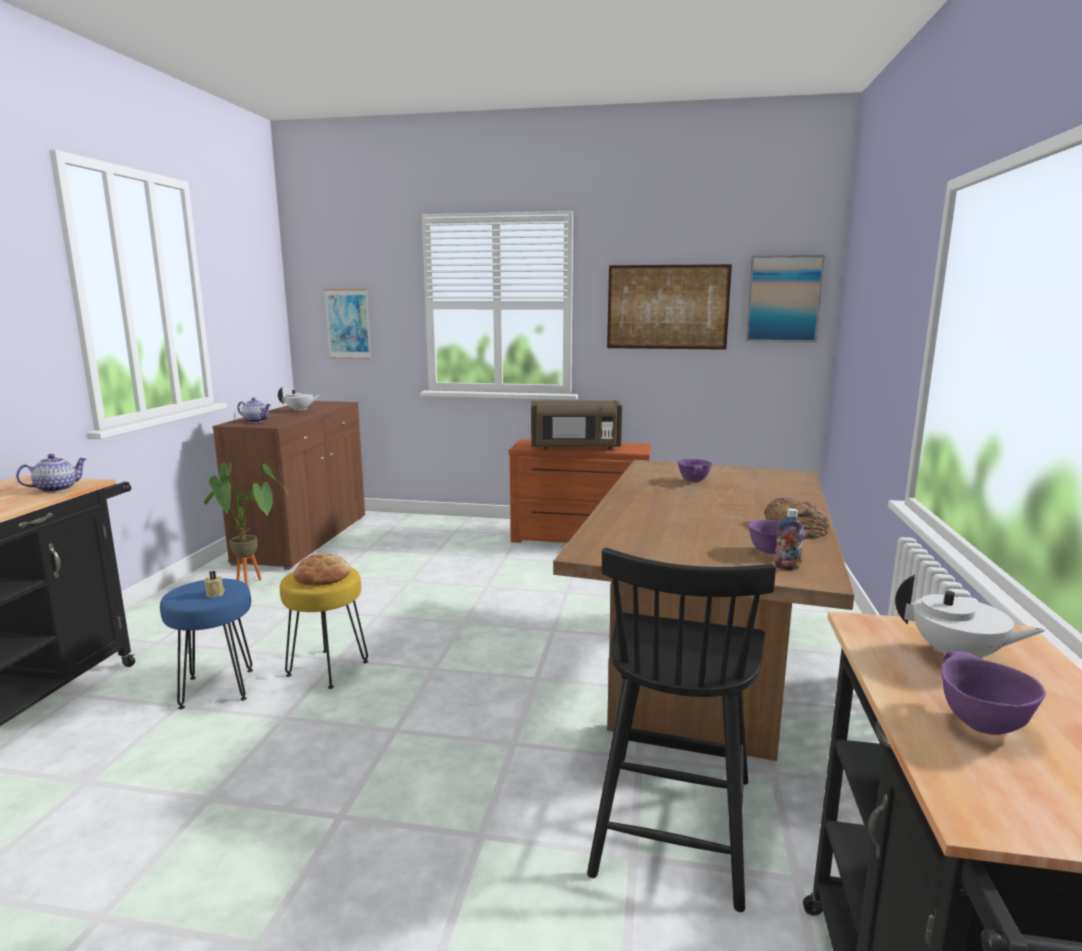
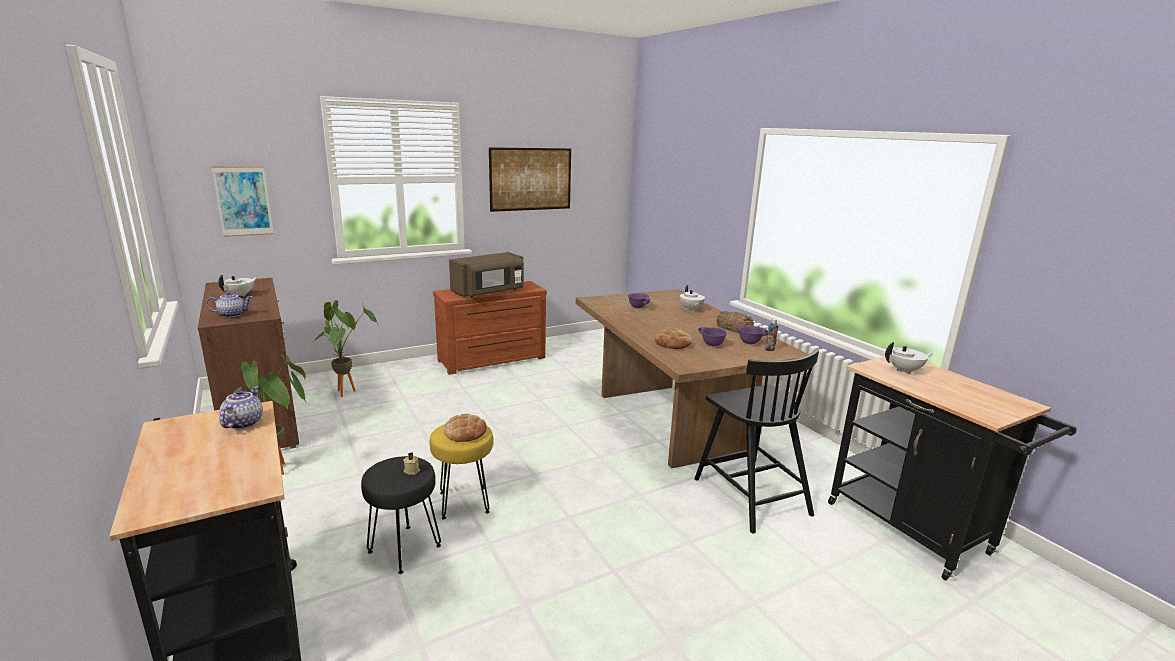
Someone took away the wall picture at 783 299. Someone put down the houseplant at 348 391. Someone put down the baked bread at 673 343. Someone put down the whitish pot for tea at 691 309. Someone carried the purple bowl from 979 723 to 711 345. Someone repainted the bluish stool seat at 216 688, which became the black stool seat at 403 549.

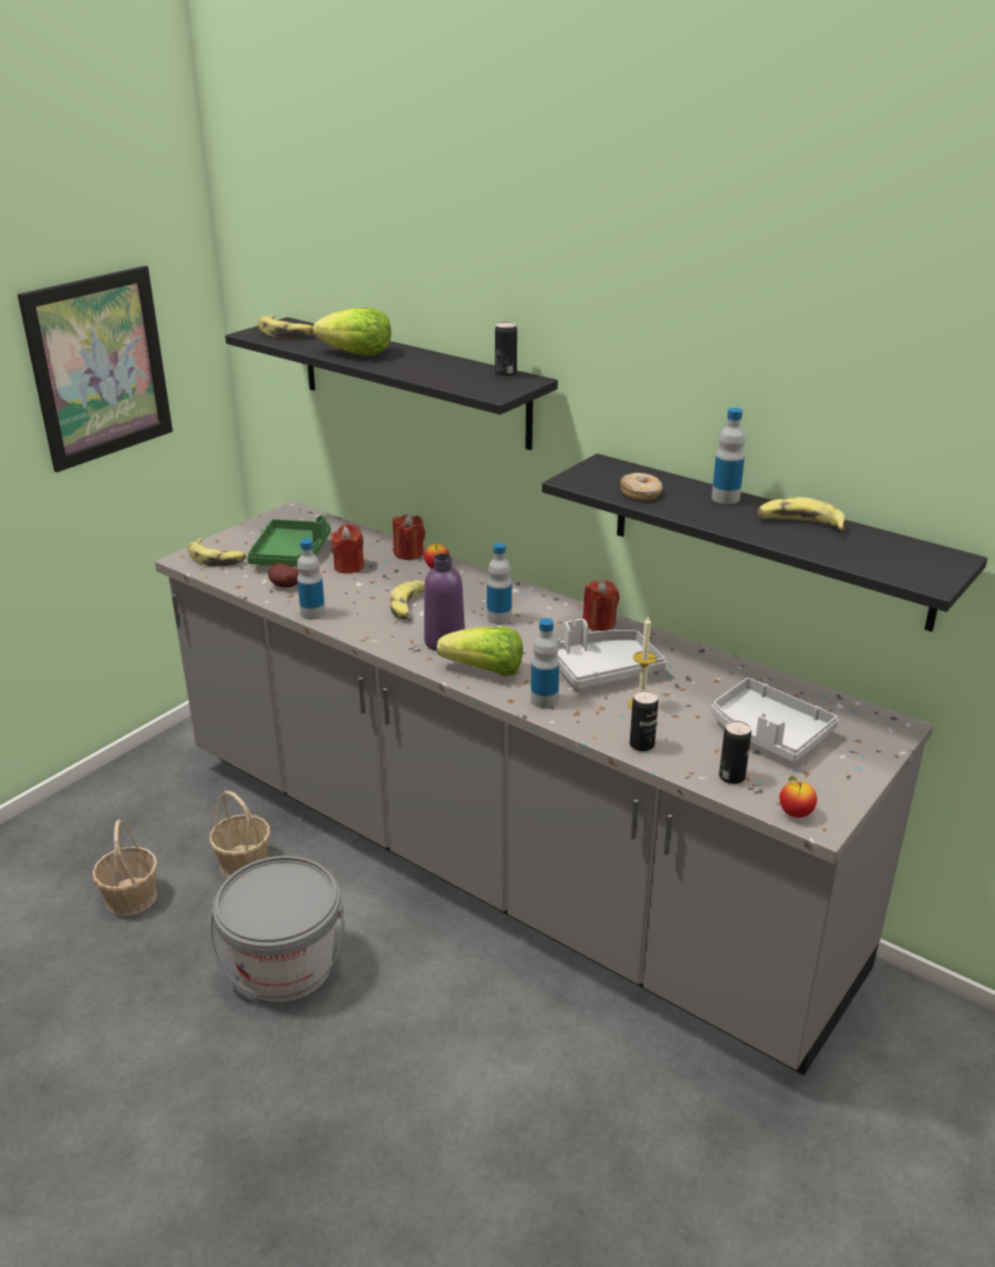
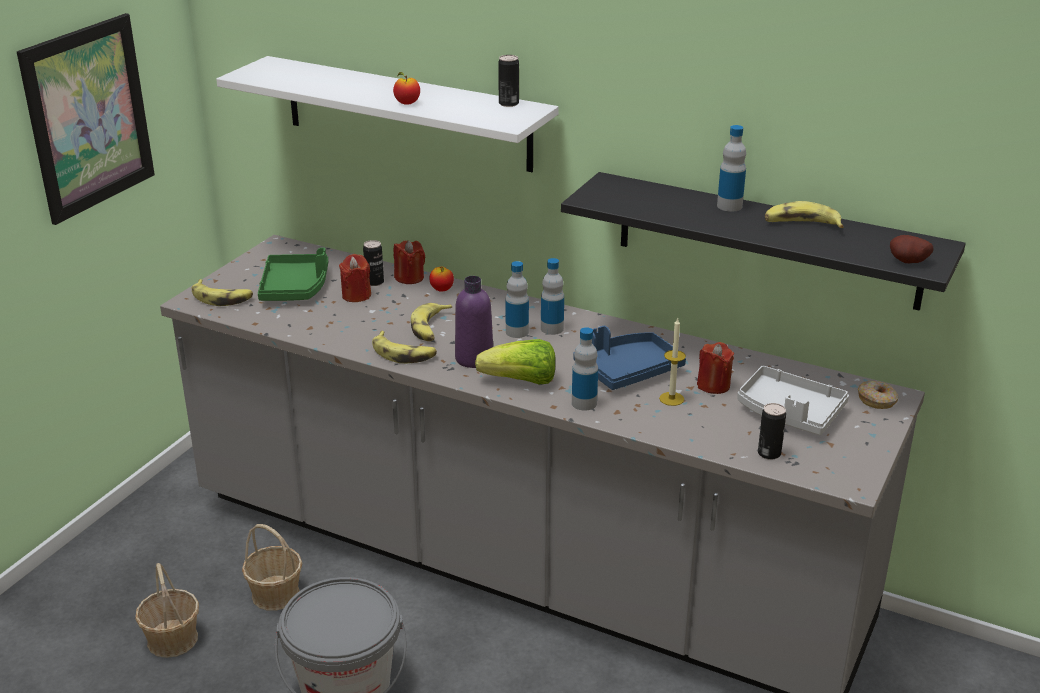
Someone took away the lettuce at 357 354. Someone carried the banana from 286 333 to 404 354. Someone carried the whole potato from 284 587 to 908 262. Someone carried the drink bottle from 313 613 to 552 329. Someone carried the reddish wax candle from 599 623 to 713 385. Someone carried the ring doughnut from 641 493 to 877 400. Someone carried the metal can from 642 745 to 374 282. Someone carried the apple fruit from 795 813 to 407 103. Someone repainted the black shelf at 413 382, which became the whitish shelf at 406 113. Someone repainted the greyish tray at 603 669, which became the bluish tray at 627 370.

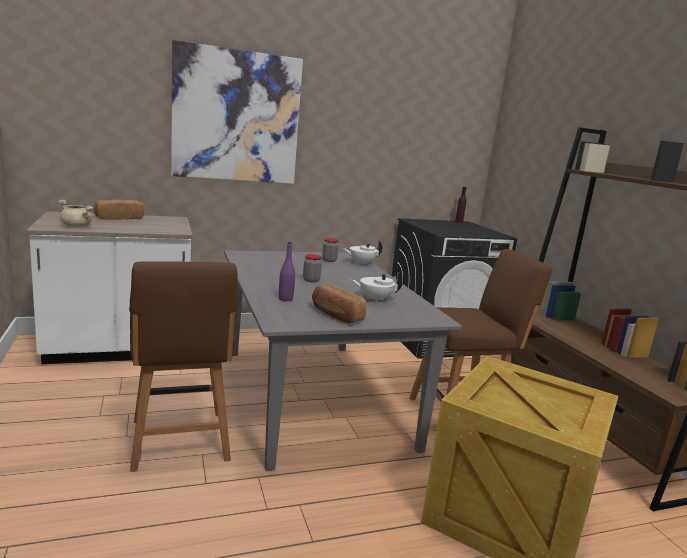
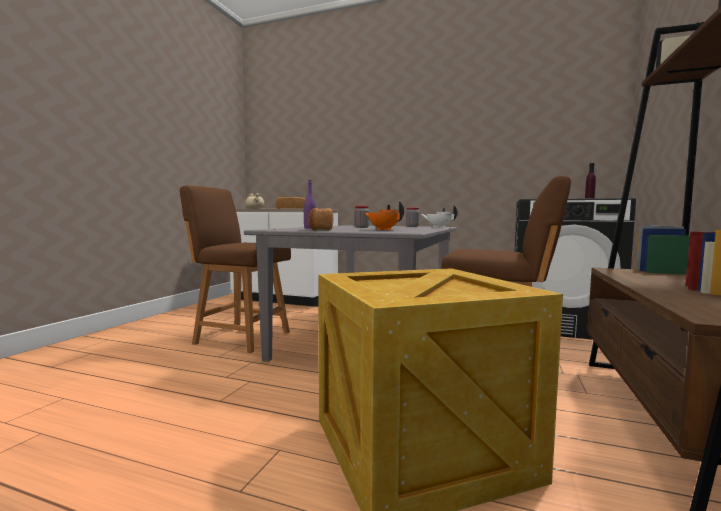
Someone took away the wall picture at 236 117. Someone repainted the whitish pot for tea at 374 299, which became the orange-coloured pot for tea at 384 229. Someone rotated the brownish upright chair at 180 442 by 90 degrees clockwise.

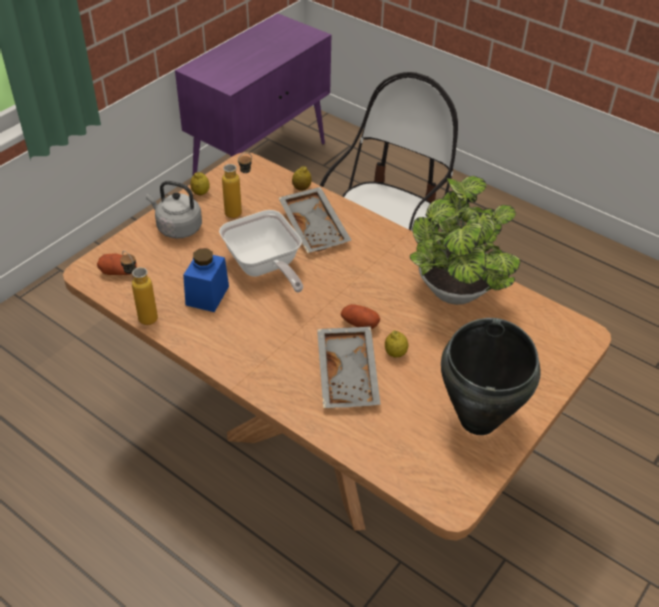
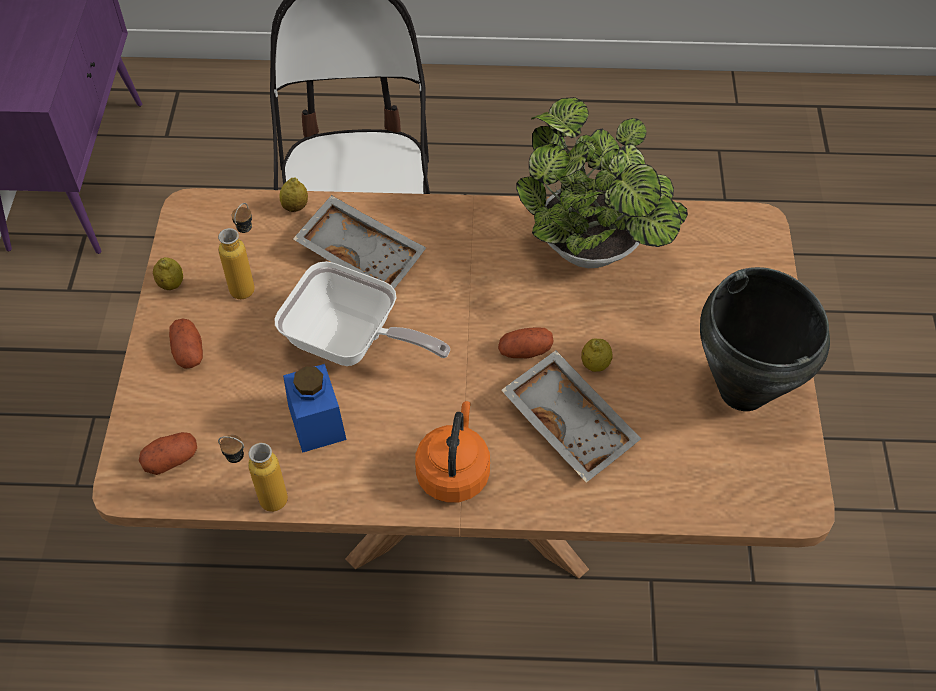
Someone put down the orange-coloured kettle at 454 471. Someone swapped the greyish kettle at 177 228 for the whole potato at 188 352.

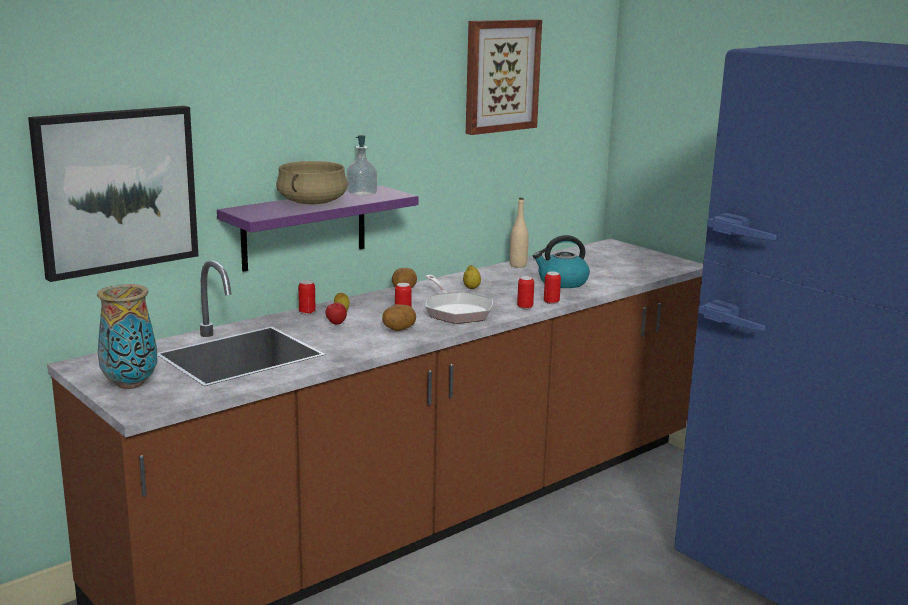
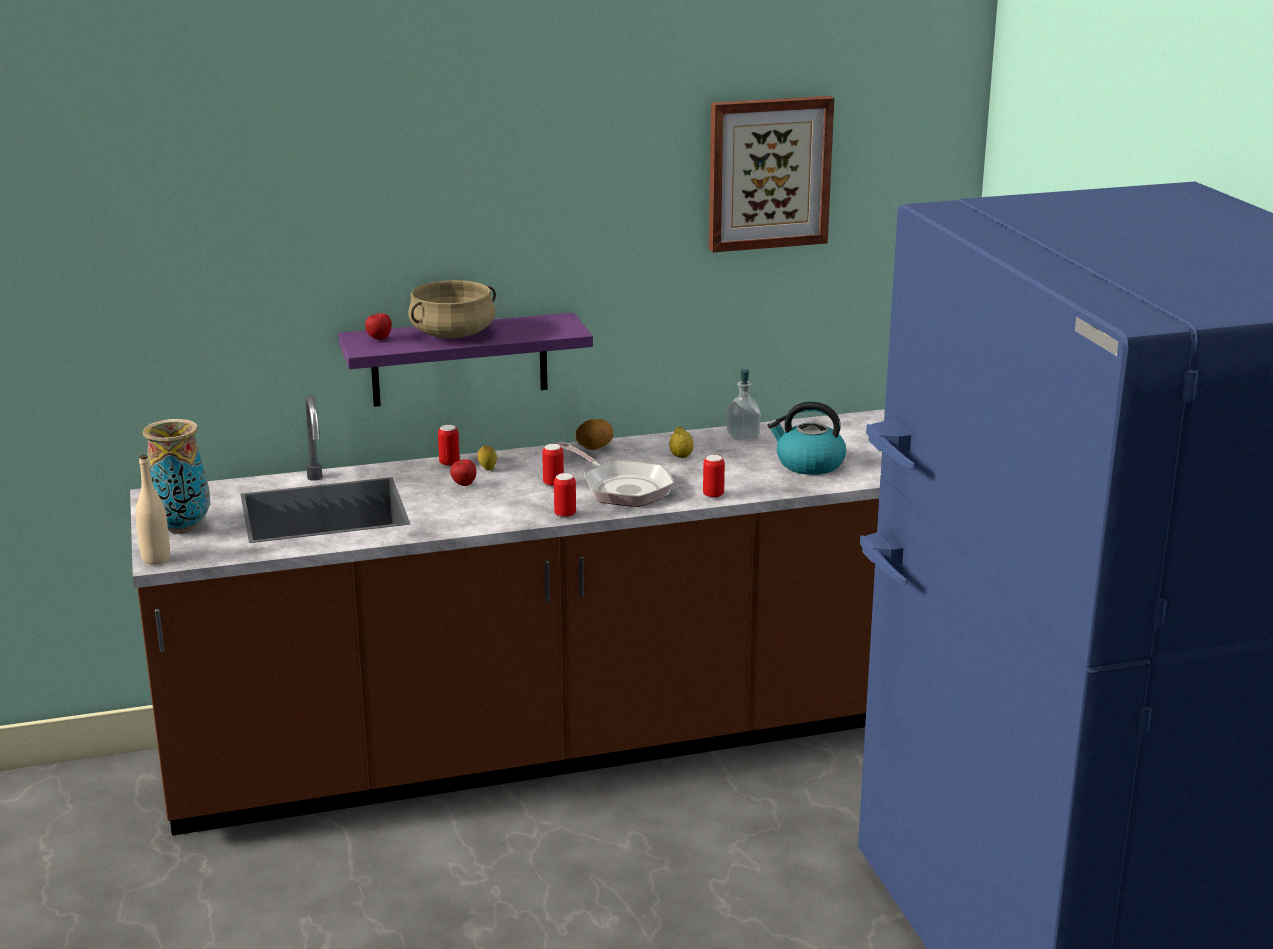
Someone took away the wall picture at 116 190. Someone took away the whole potato at 398 330. Someone put down the apple fruit at 379 339. Someone carried the soap dispenser from 361 193 to 743 436. Someone carried the sand-coloured drink bottle from 518 265 to 156 559. Someone carried the metal can from 551 302 to 565 514. Someone rotated the frying pan at 456 311 by 45 degrees counterclockwise.

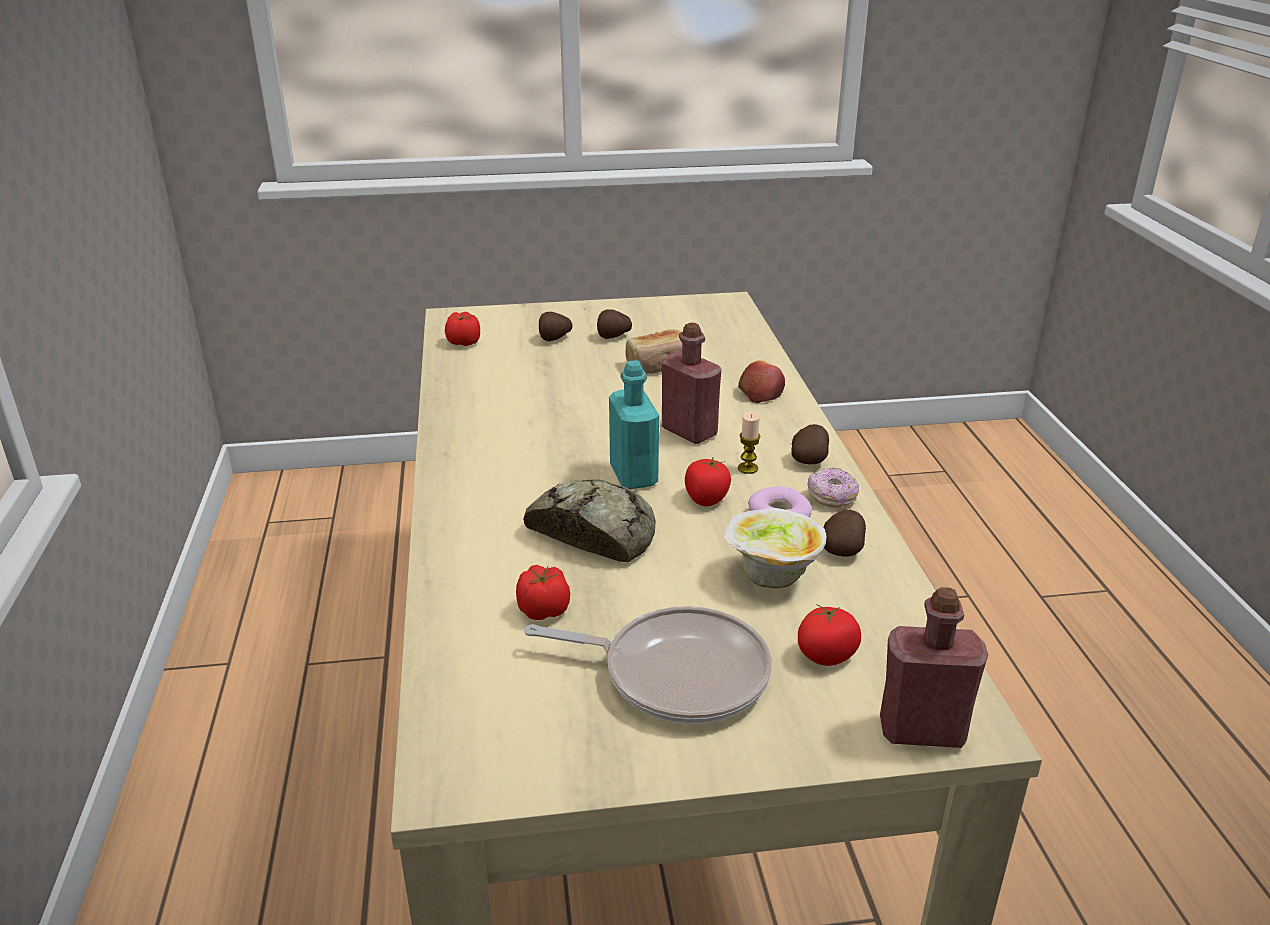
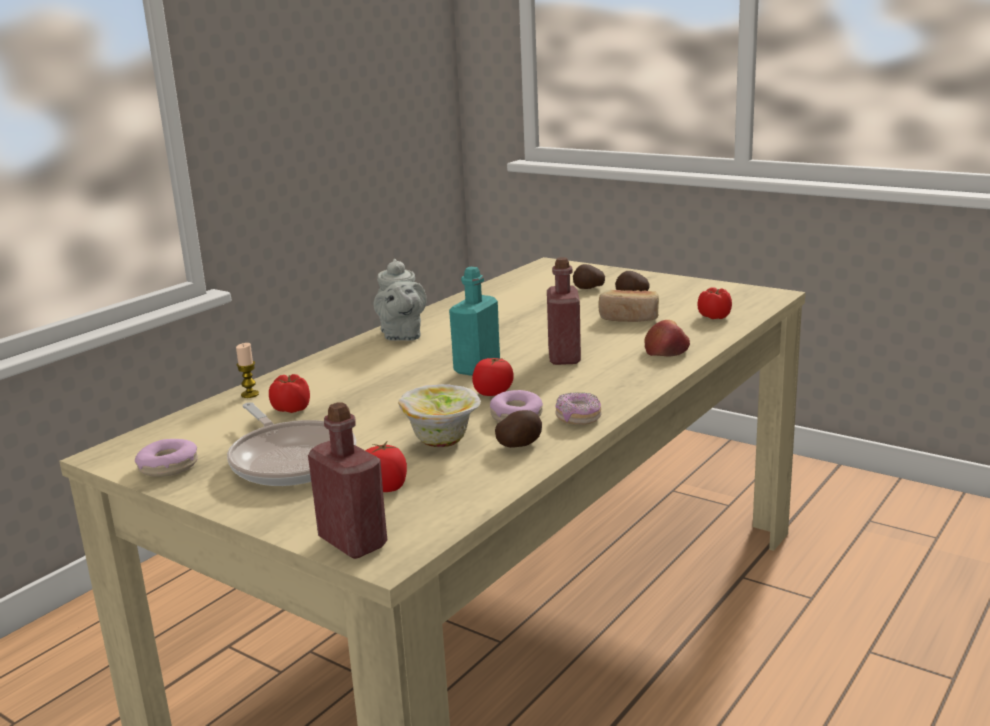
Someone took away the baked bread at 594 531. Someone took away the whole potato at 809 459. Someone put down the ring doughnut at 168 467. Someone put down the greyish pot for tea at 401 336. Someone carried the tomato from 464 342 to 715 316. Someone carried the wax candle from 747 468 to 250 394.

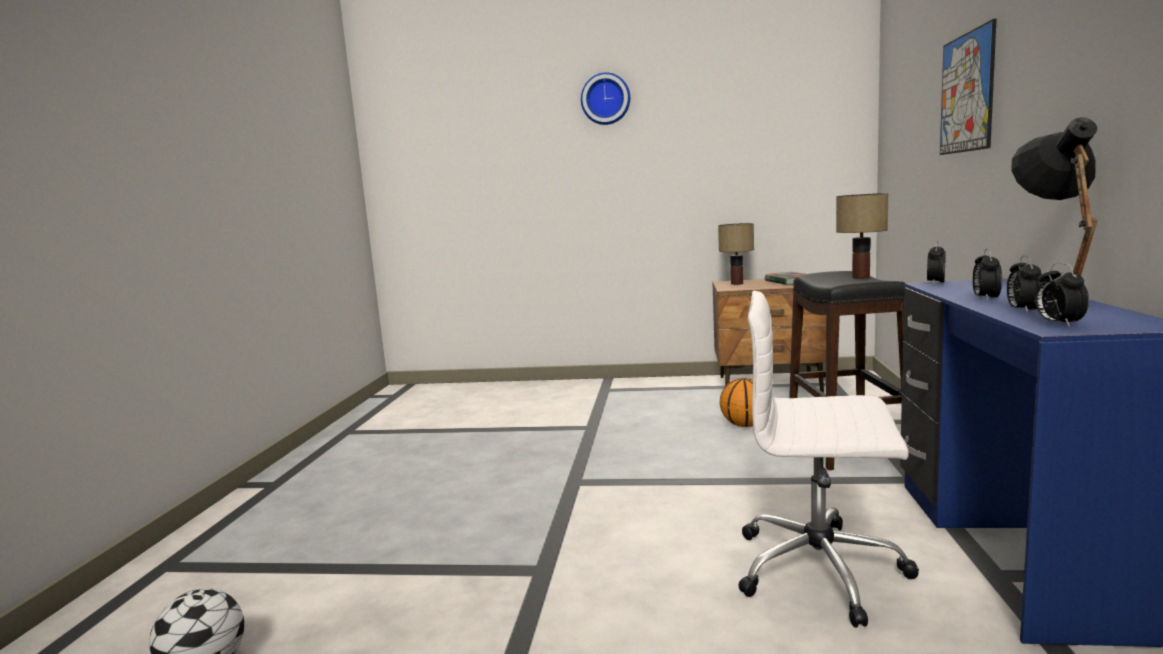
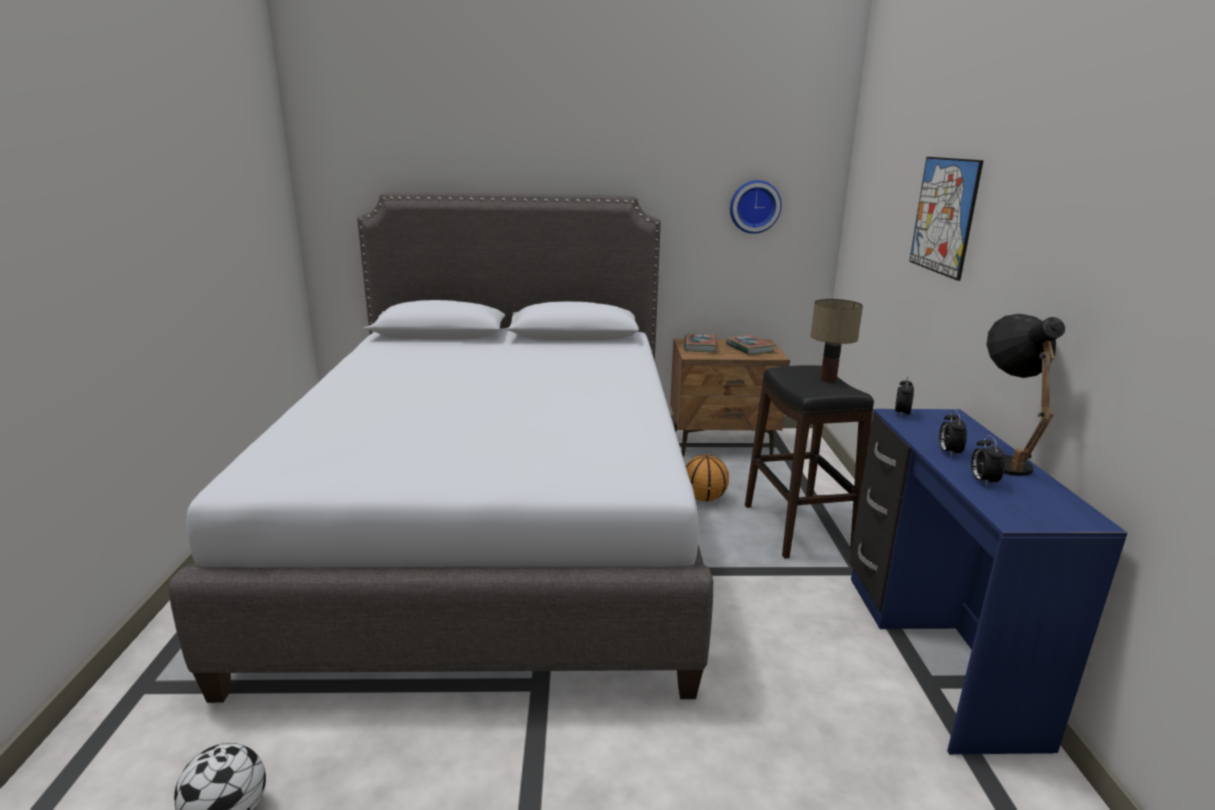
Someone took away the whitish office chair at 822 570. Someone took away the table clock at 1058 324. Someone put down the greyish bedroom bed at 494 523. Someone carried the clock on the wall from 605 99 to 754 206. Someone swapped the lamp for a table at 737 283 for the book at 699 346.

